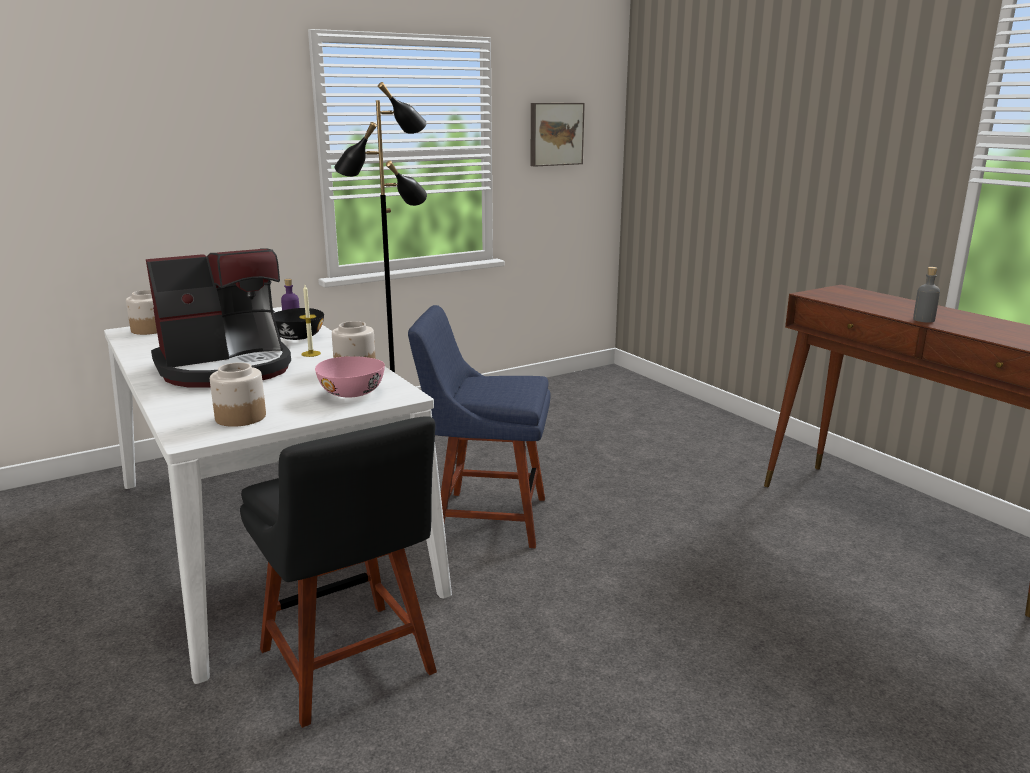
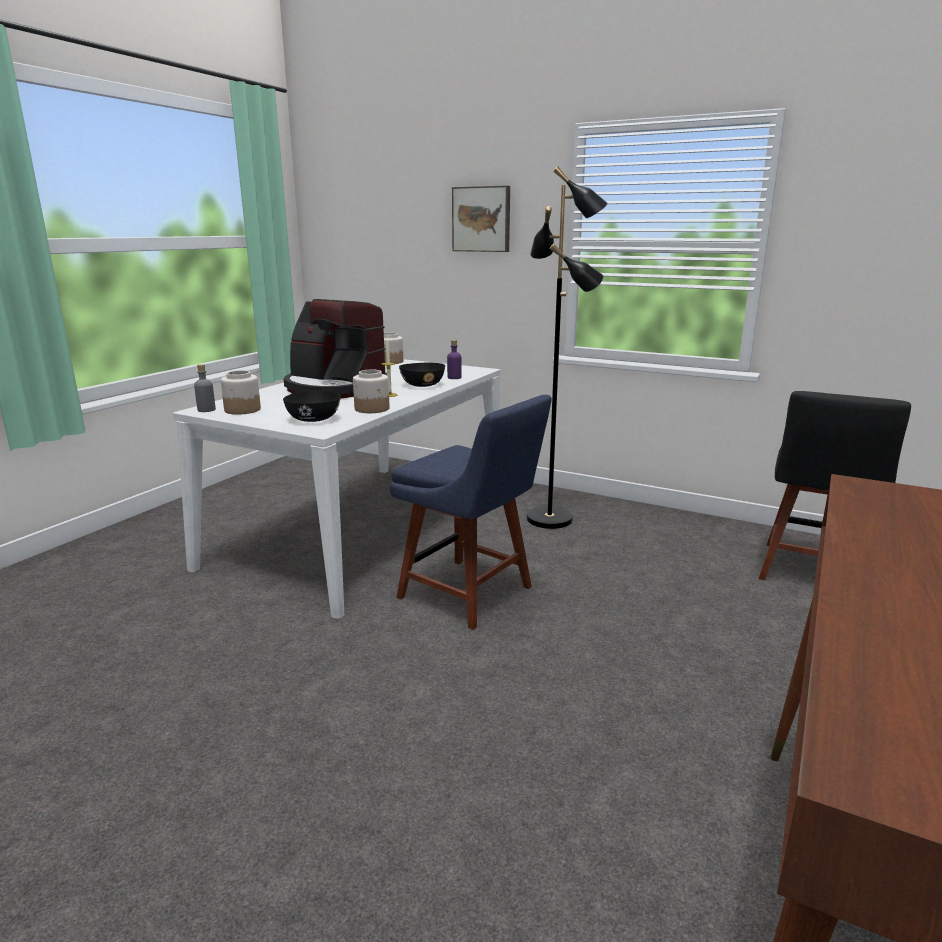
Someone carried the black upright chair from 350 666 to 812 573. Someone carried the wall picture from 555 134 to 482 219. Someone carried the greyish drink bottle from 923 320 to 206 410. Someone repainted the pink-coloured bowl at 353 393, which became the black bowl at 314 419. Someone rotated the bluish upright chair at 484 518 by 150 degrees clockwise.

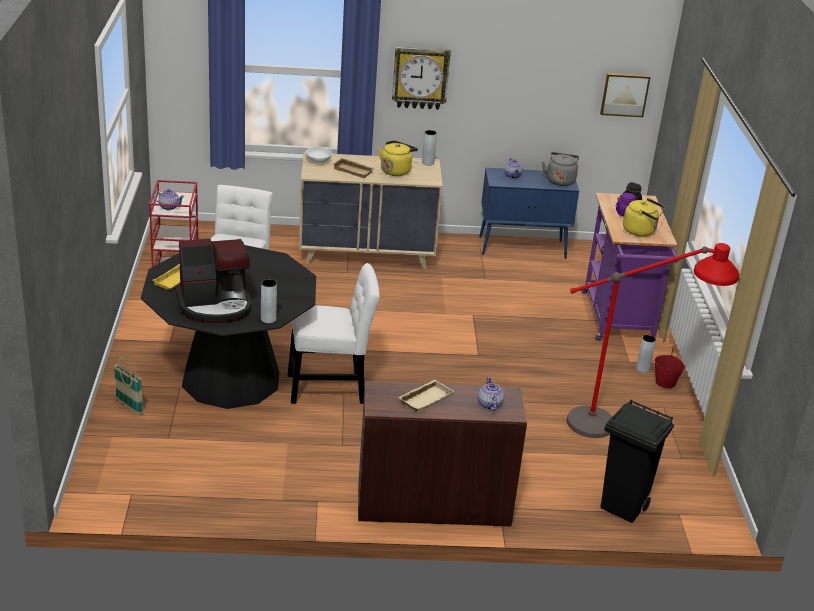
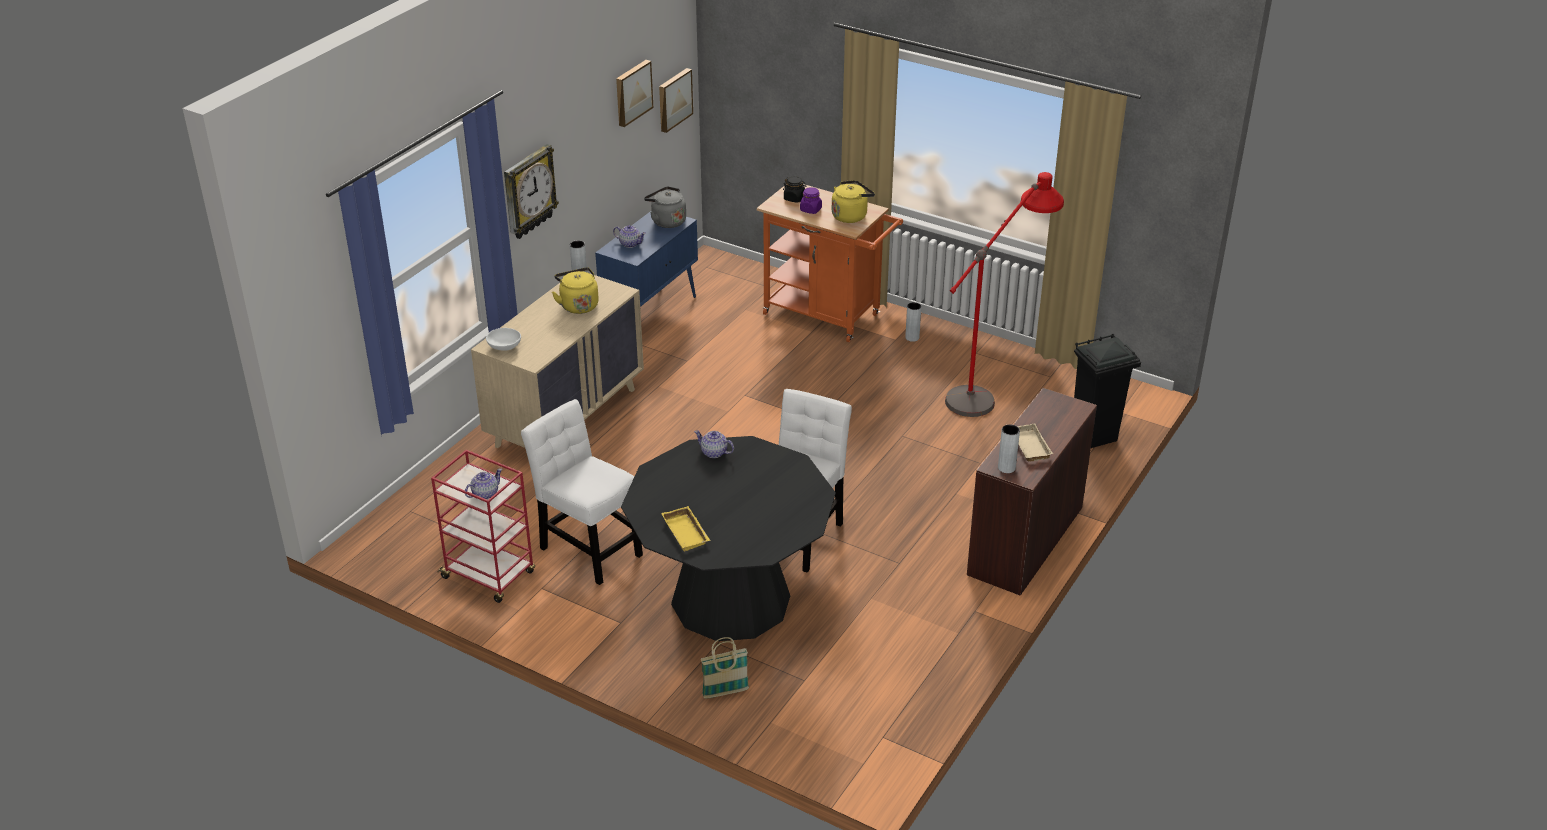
Someone took away the coffee machine at 215 305. Someone took away the sand-coloured tray at 354 170. Someone took away the reddish bucket at 665 383. Someone put up the wall picture at 632 92. Someone carried the greyish decorative vase from 268 319 to 1006 468. Someone carried the pot for tea from 489 405 to 714 453. Someone repainted the purple trolley at 618 321, which became the orange-coloured trolley at 828 316.

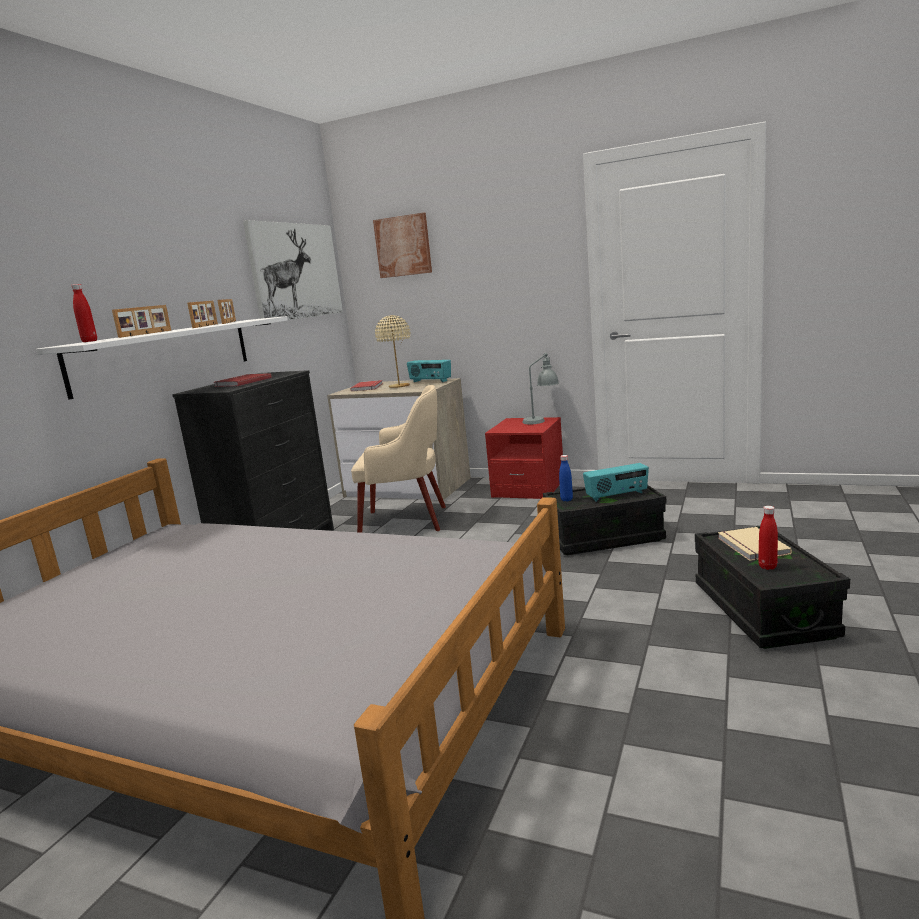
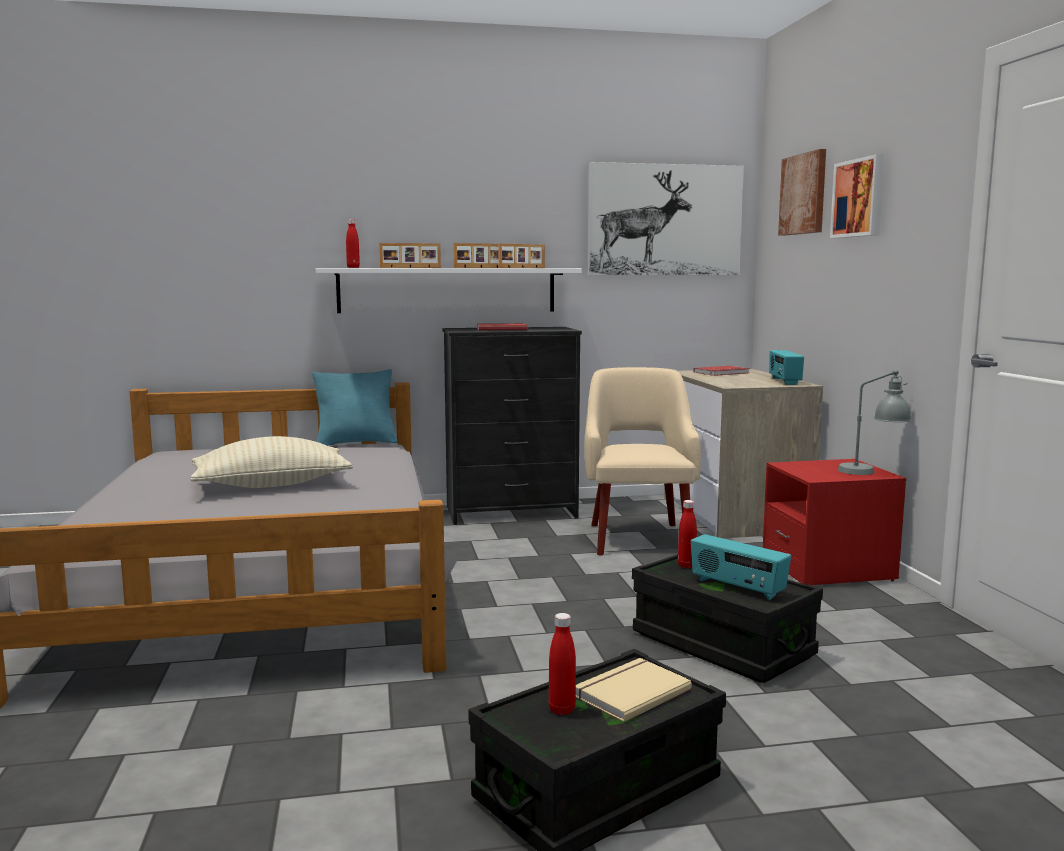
Someone took away the sand-coloured lamp for a table at 399 386. Someone put down the sand-coloured throw pillow at 272 485. Someone put down the blue-green throw pillow at 356 443. Someone put up the wall picture at 860 198. Someone repainted the bluish drink bottle at 566 499, which became the reddish drink bottle at 686 565. Someone rotated the sand-coloured armchair at 406 521 by 150 degrees counterclockwise.

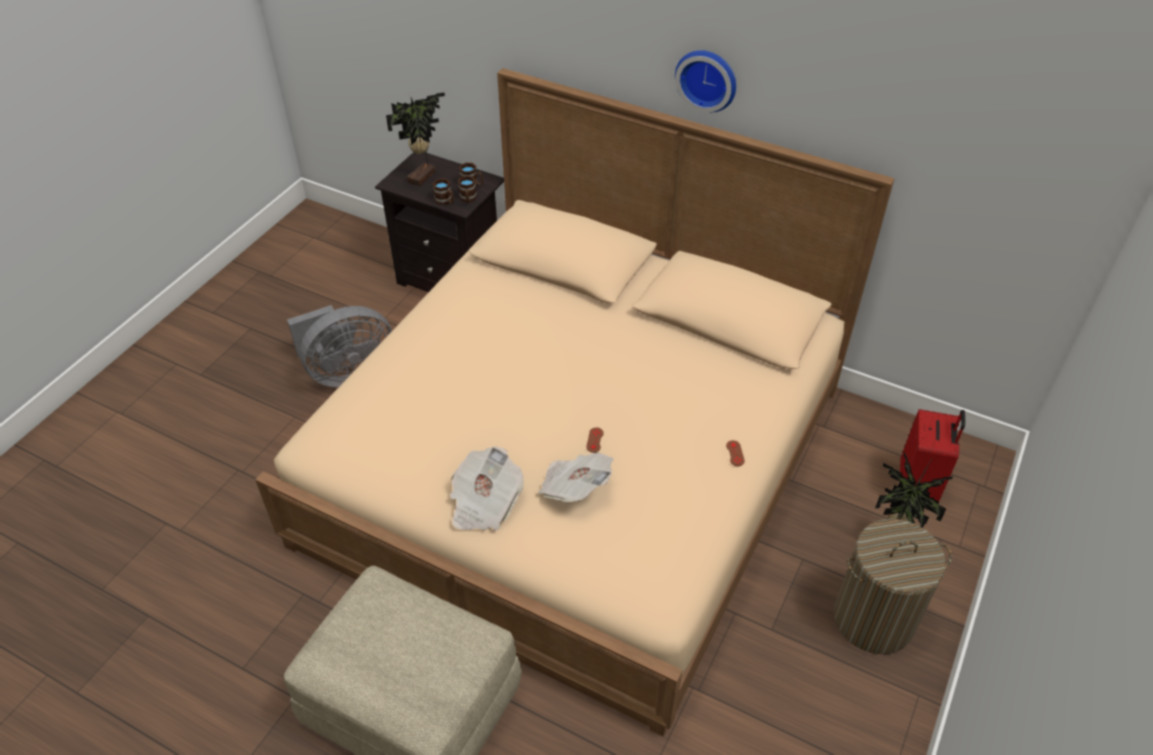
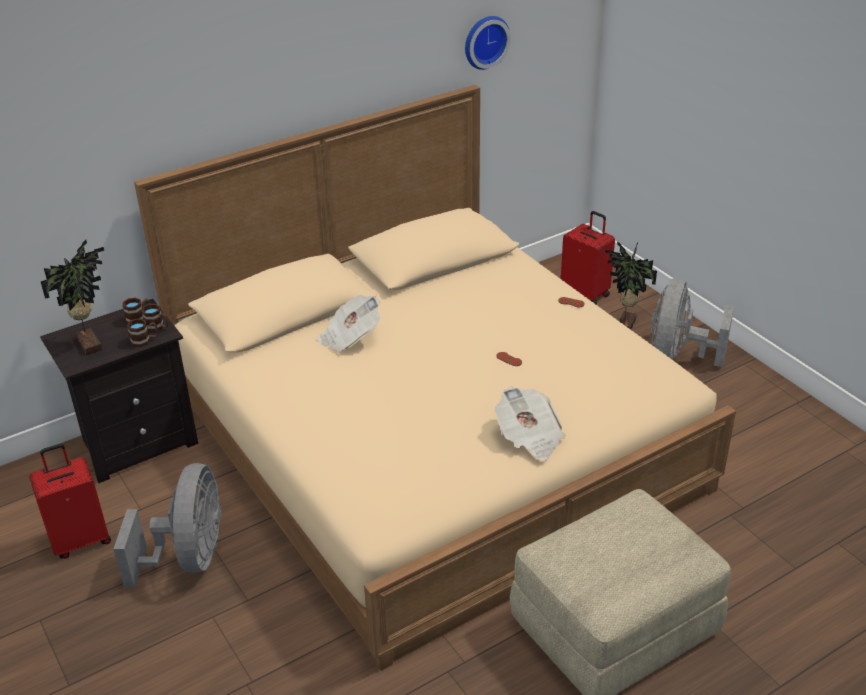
Someone put down the reddish suitcase at 80 540. Someone carried the printed paper from 574 488 to 349 337. Someone carried the clock on the wall from 707 79 to 484 41. Someone swapped the laundry basket at 873 619 for the greyish fan at 677 357.

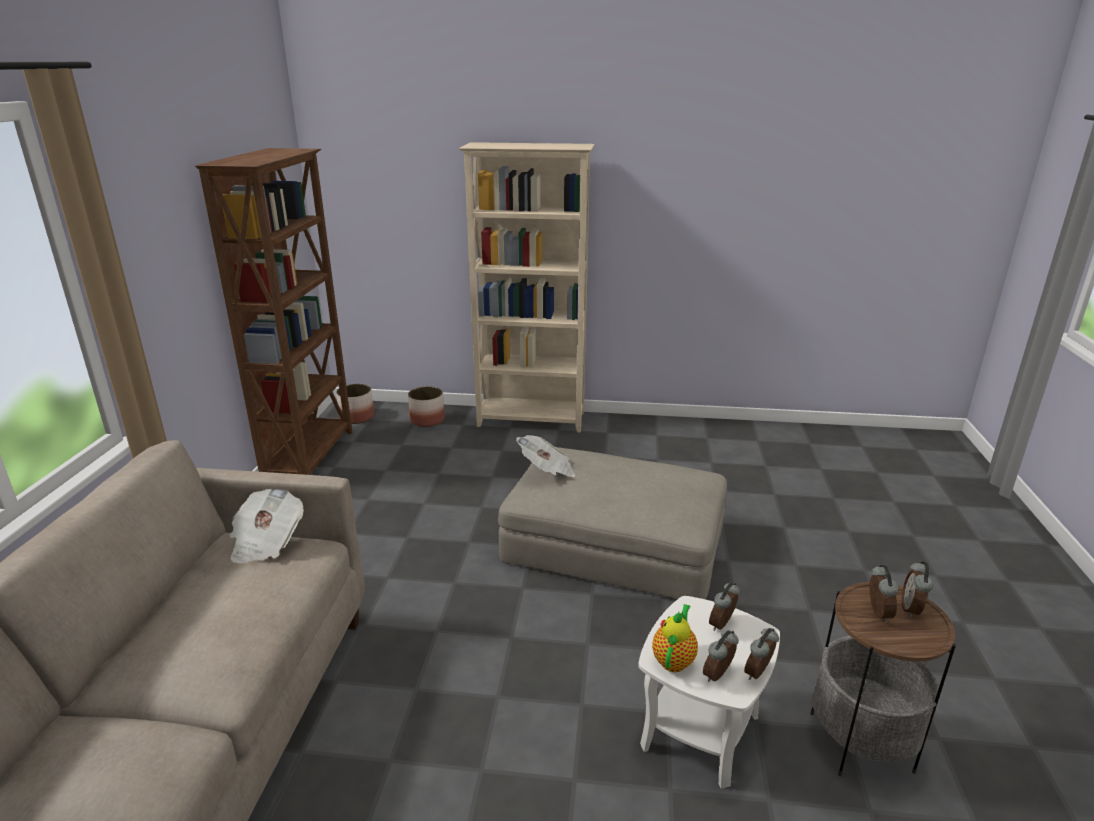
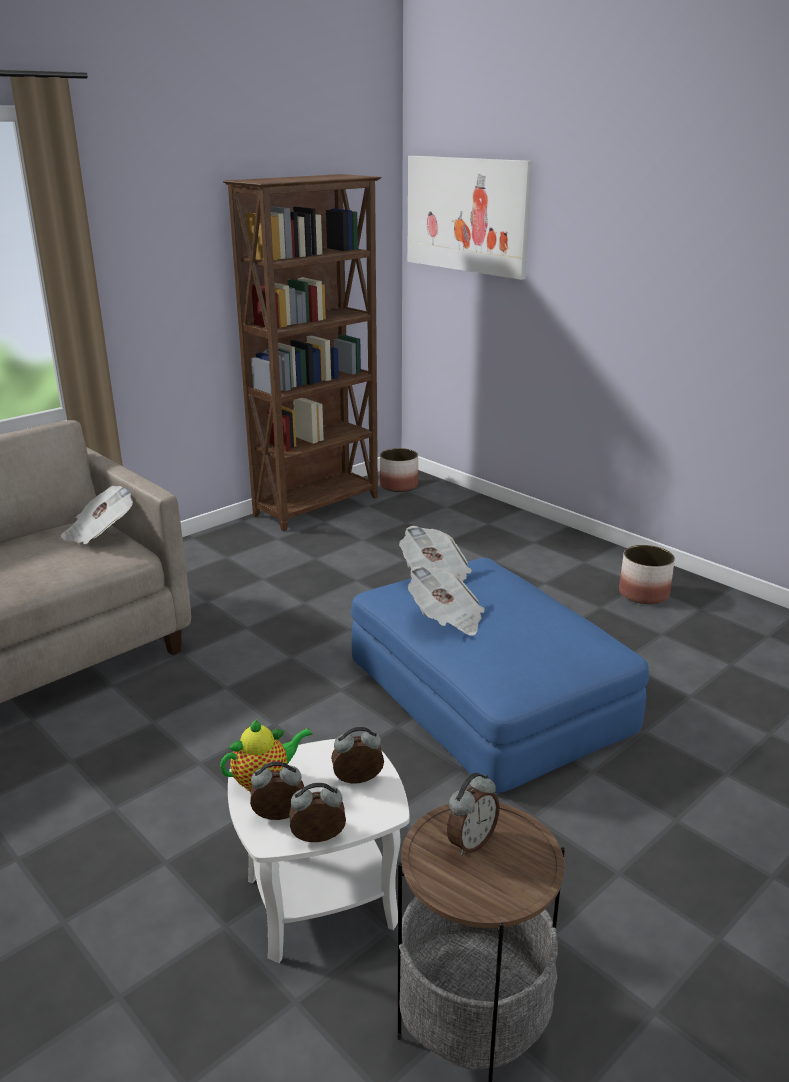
Someone took away the sand-coloured bookshelf at 532 420. Someone took away the table clock at 911 609. Someone put up the wall picture at 467 215. Someone put down the printed paper at 446 618. Someone carried the planter from 427 420 to 644 594. Someone repainted the sand-coloured footrest at 614 541, which became the bluish footrest at 488 691.

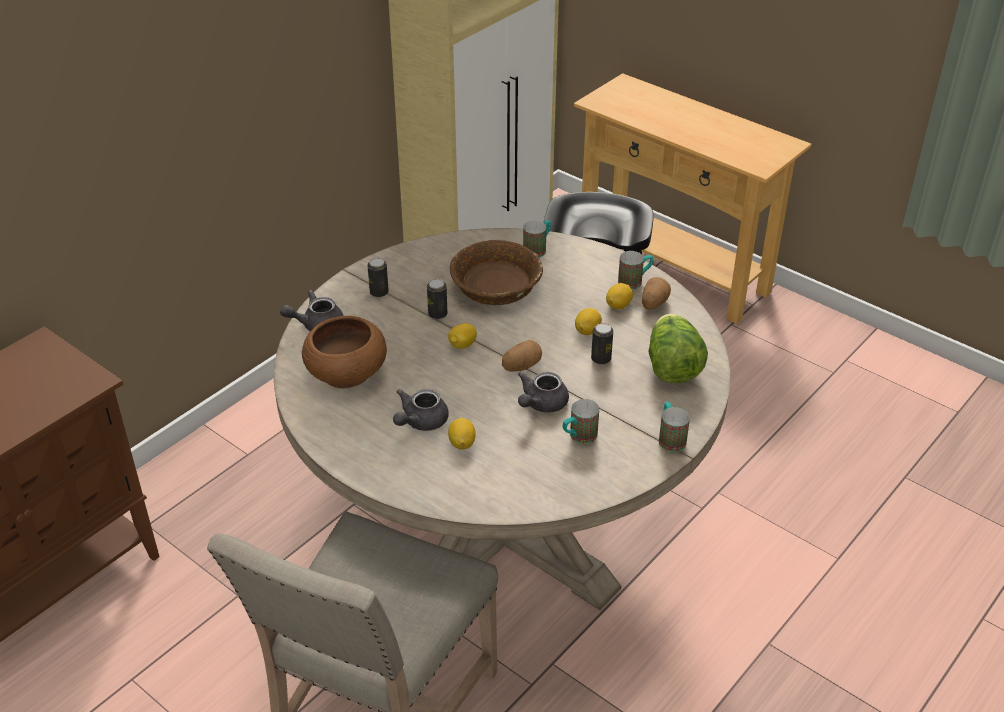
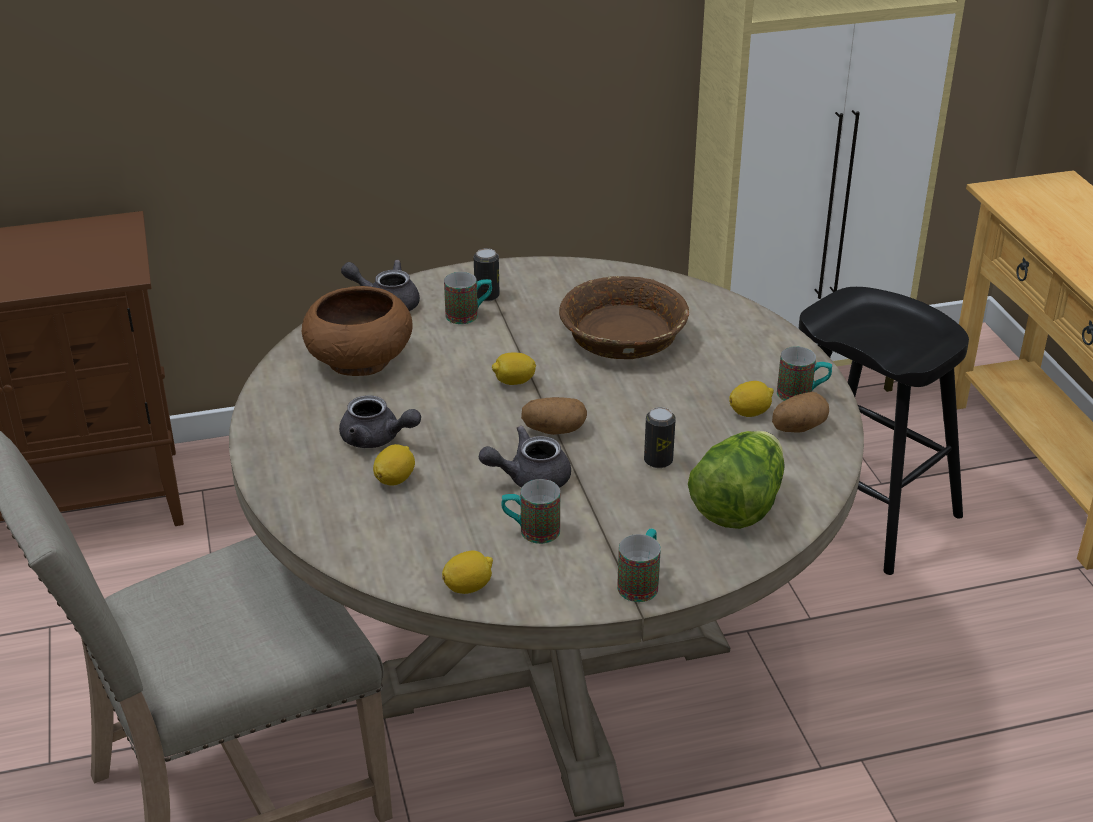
Someone took away the metal can at 437 314. Someone carried the coffee mug from 538 249 to 469 315. Someone carried the whole lemon from 587 330 to 468 587. Someone rotated the greyish pot for tea at 420 422 by 135 degrees counterclockwise.

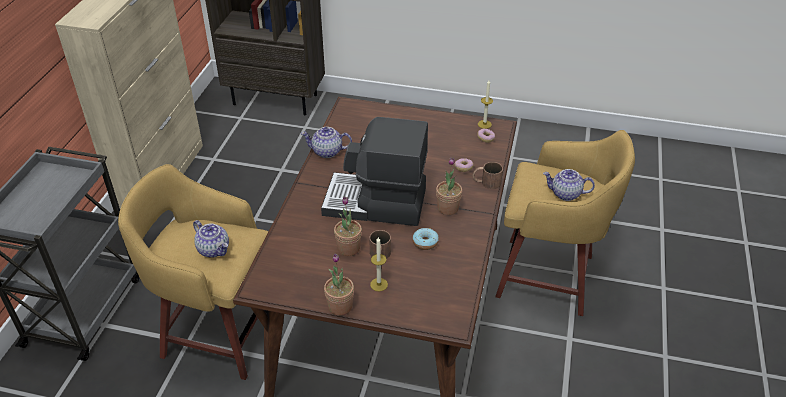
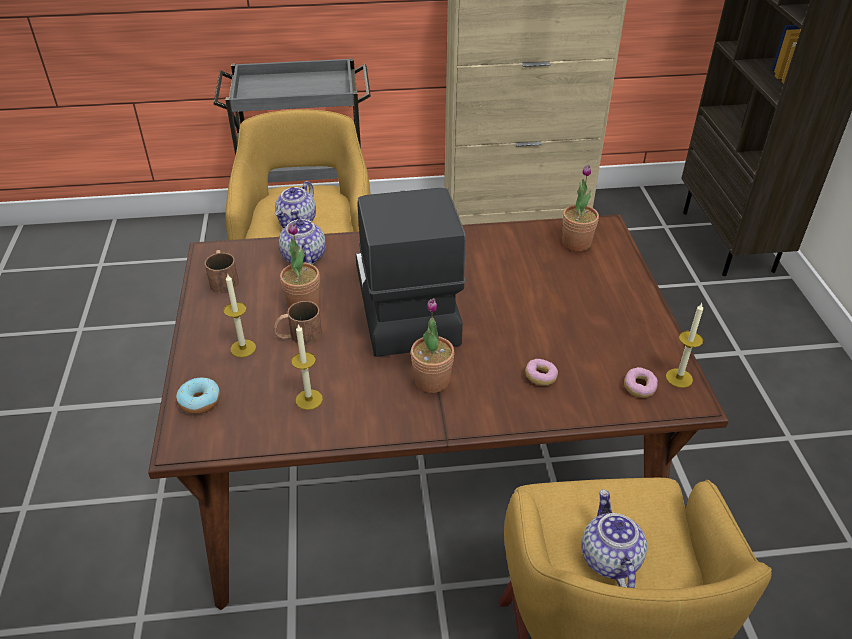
Someone put down the wax candle at 309 399. Someone carried the pot for tea from 327 152 to 303 257. Someone carried the houseplant from 340 306 to 576 243. Someone carried the ring doughnut from 425 242 to 200 401. Someone carried the brownish coffee mug from 486 182 to 223 279.

